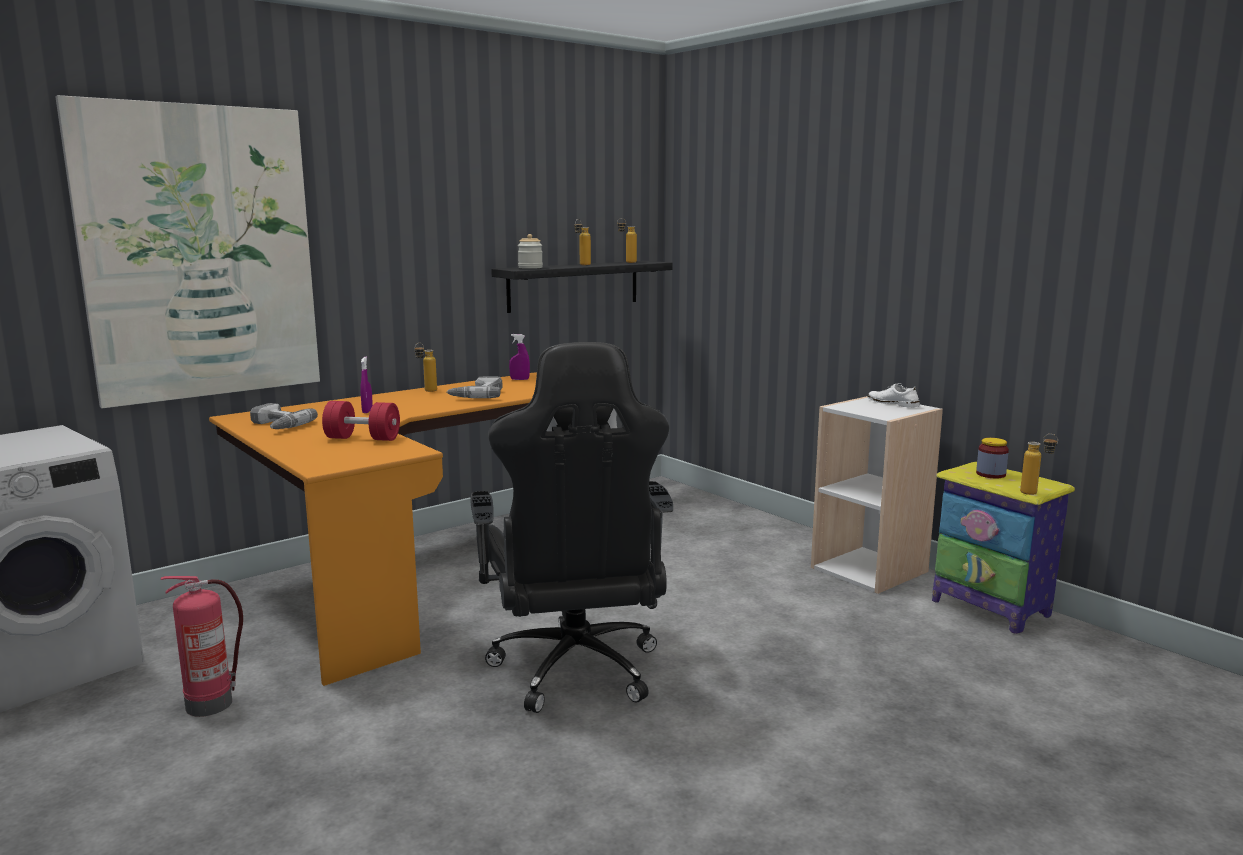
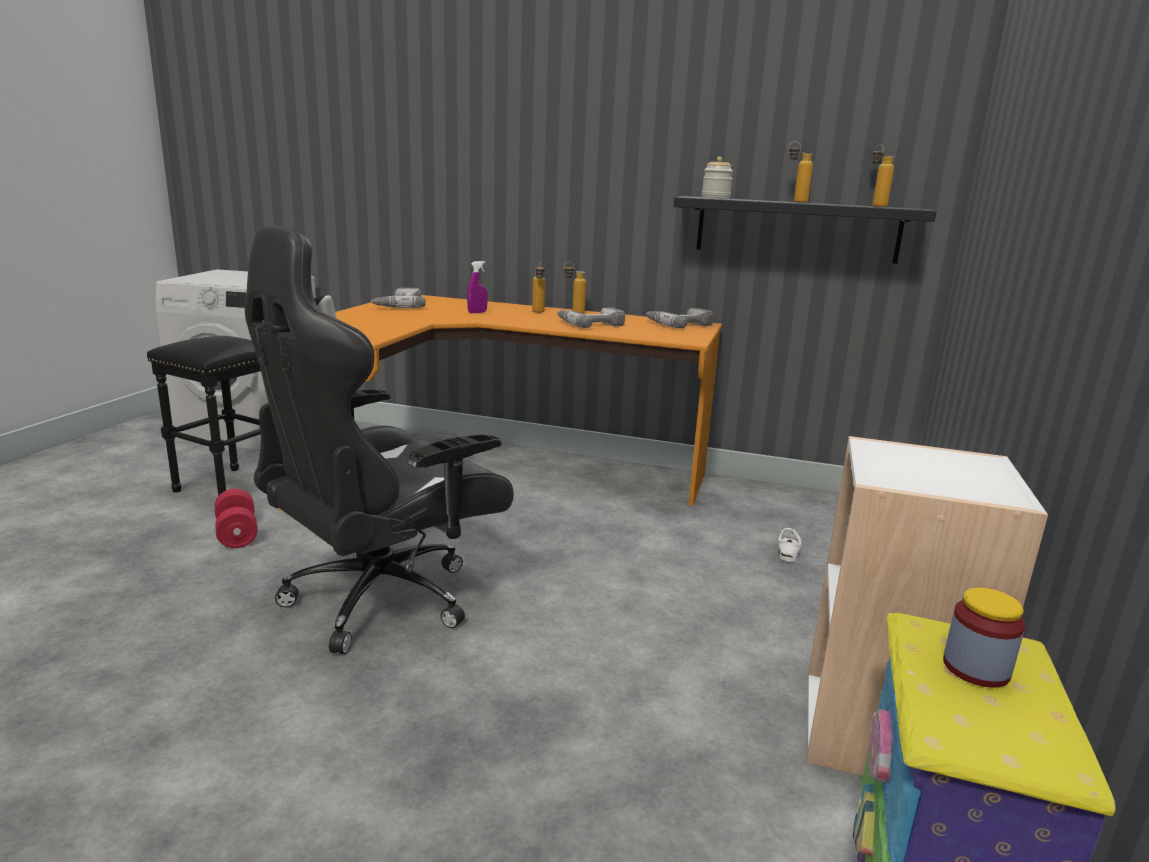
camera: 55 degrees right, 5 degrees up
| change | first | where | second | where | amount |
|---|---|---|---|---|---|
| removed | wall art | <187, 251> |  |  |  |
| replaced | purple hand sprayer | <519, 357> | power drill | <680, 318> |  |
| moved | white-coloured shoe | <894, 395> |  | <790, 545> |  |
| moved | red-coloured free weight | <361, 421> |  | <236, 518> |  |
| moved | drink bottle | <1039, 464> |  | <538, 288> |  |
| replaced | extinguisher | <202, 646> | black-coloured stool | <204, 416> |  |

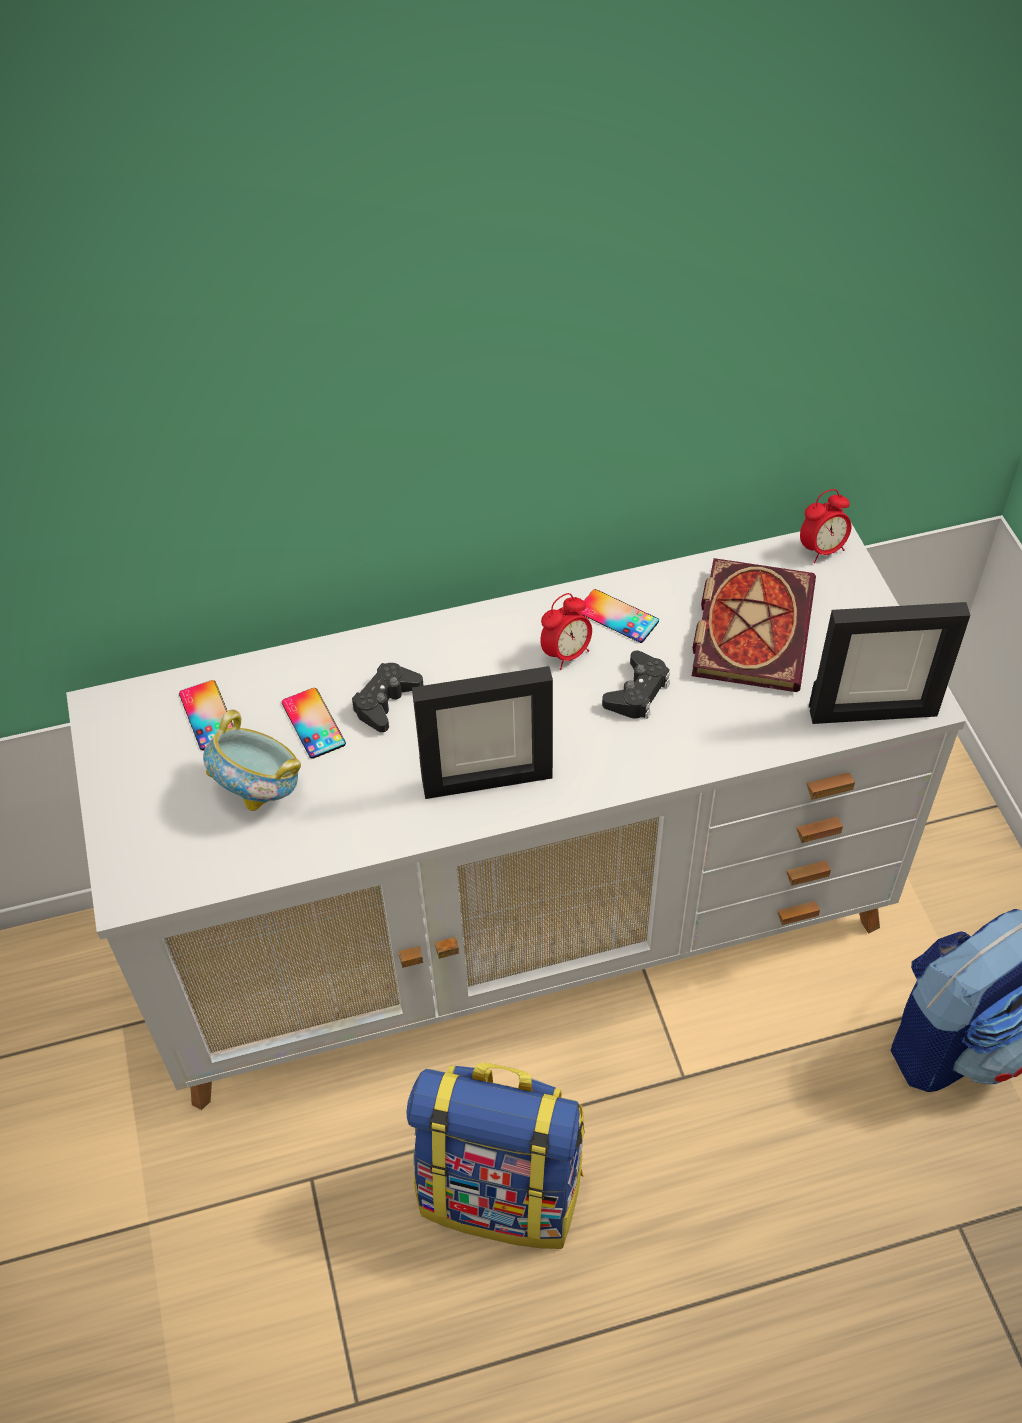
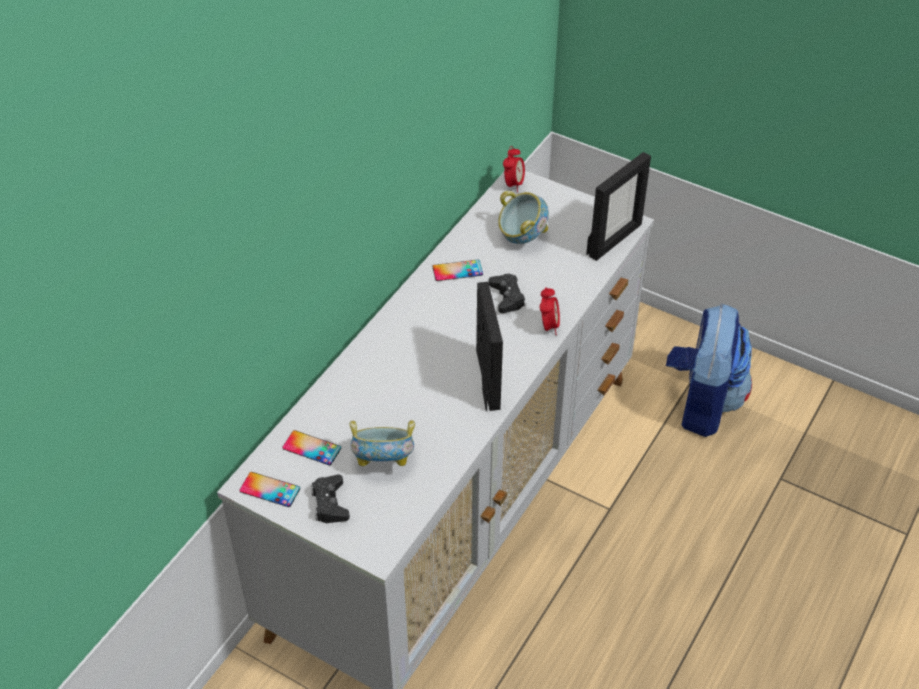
camera: 45 degrees left, 5 degrees down
| change | first | where | second | where | amount |
|---|---|---|---|---|---|
| replaced | bound book | <754, 625> | bowl | <523, 217> |  |
| moved | bedside clock | <566, 631> |  | <550, 311> |  |
| moved | black-coloured gamepad | <387, 697> |  | <330, 498> |  |
| turned | standing frame | <482, 732> |  | <489, 346> | 45 degrees counterclockwise |
| moved | phone | <314, 723> |  | <270, 489> |  |
| removed | rucksack | <495, 1156> |  |  |  |

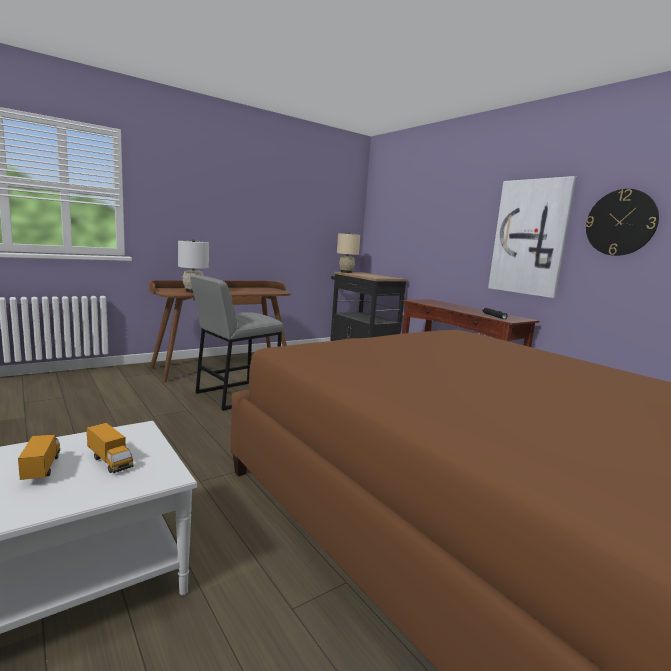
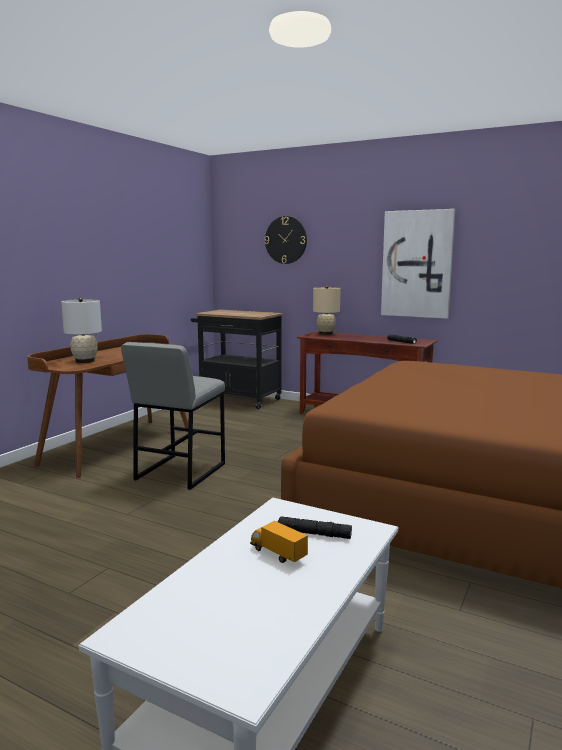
camera: 25 degrees left, 0 degrees up
| change | first | where | second | where | amount |
|---|---|---|---|---|---|
| moved | clock on the wall | <622, 222> |  | <286, 240> |  |
| moved | beige-coloured tabletop lamp | <348, 252> |  | <327, 310> |  |
| replaced | model truck | <109, 448> | black-coloured hand torch | <315, 527> |  |

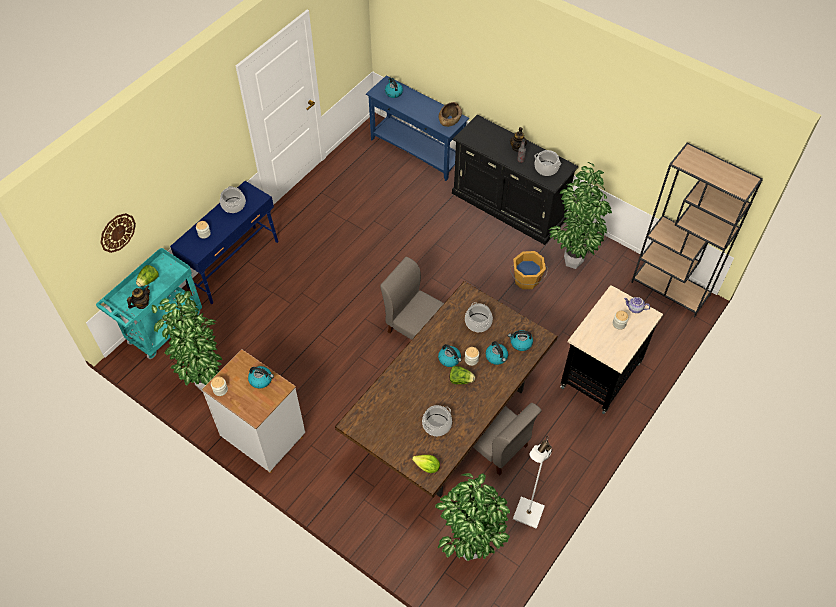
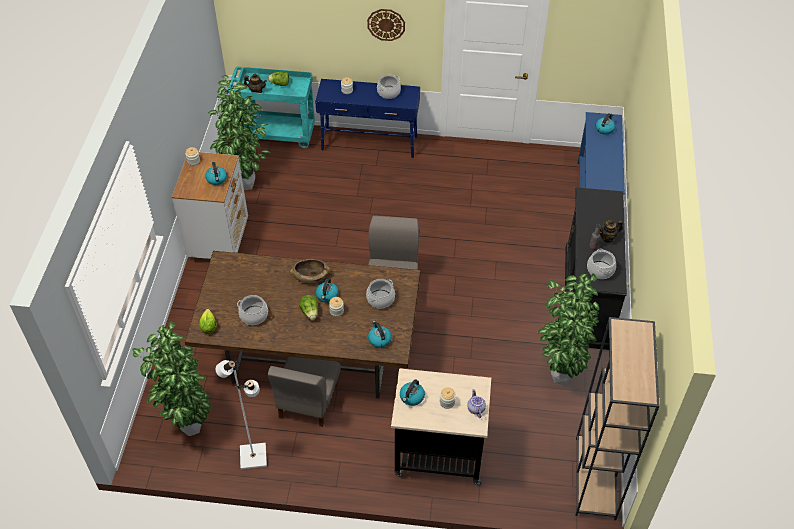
camera: 60 degrees right, 5 degrees down
| change | first | where | second | where | amount |
|---|---|---|---|---|---|
| moved | brownish bowl | <450, 114> |  | <310, 271> |  |
| moved | clock on the wall | <118, 233> |  | <386, 25> |  |
| removed | orangey water bucket | <529, 270> |  |  |  |
| moved | kettle | <496, 353> |  | <412, 392> |  |

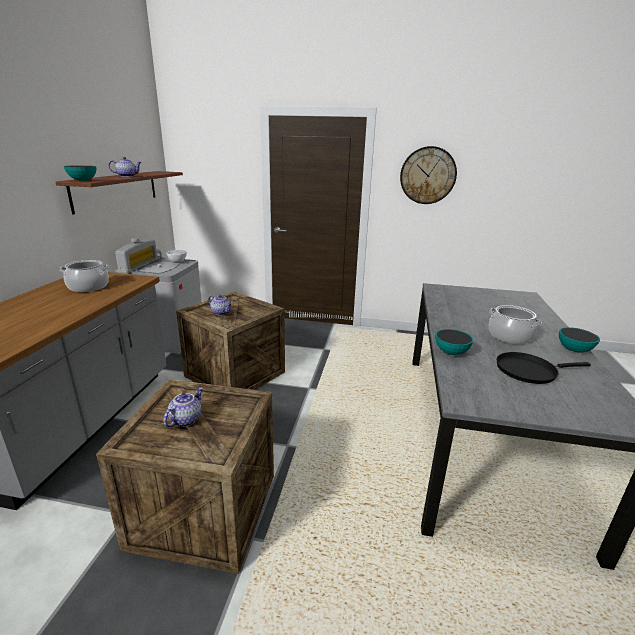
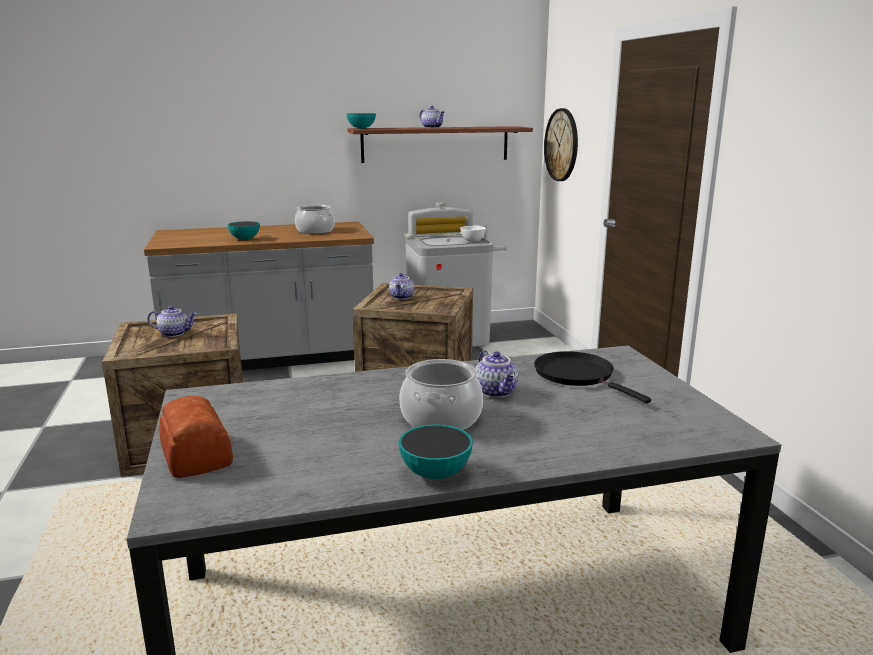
camera: 65 degrees right, 5 degrees down
| change | first | where | second | where | amount |
|---|---|---|---|---|---|
| moved | clock on the wall | <428, 175> |  | <561, 144> |  |
| moved | bowl | <454, 342> |  | <243, 230> |  |
| moved | black-coloured skillet | <543, 368> |  | <592, 377> |  |
| added |  |  | tea pot | <496, 374> |  |
| added |  |  | bread | <196, 437> |  |

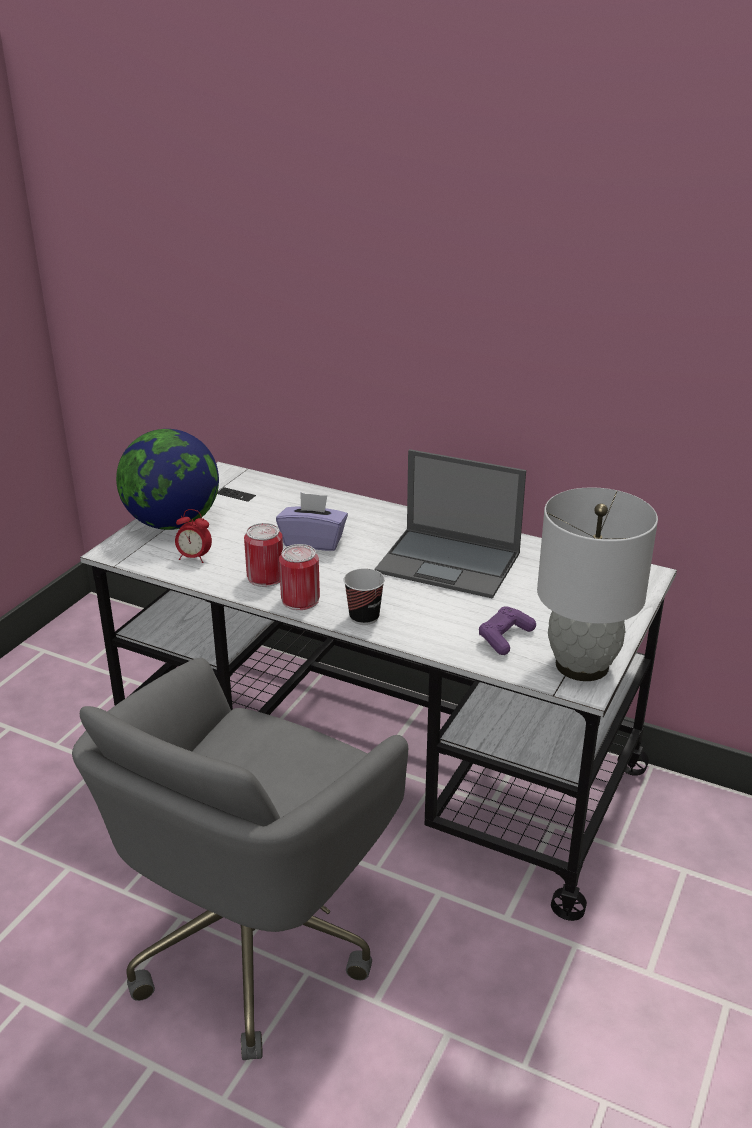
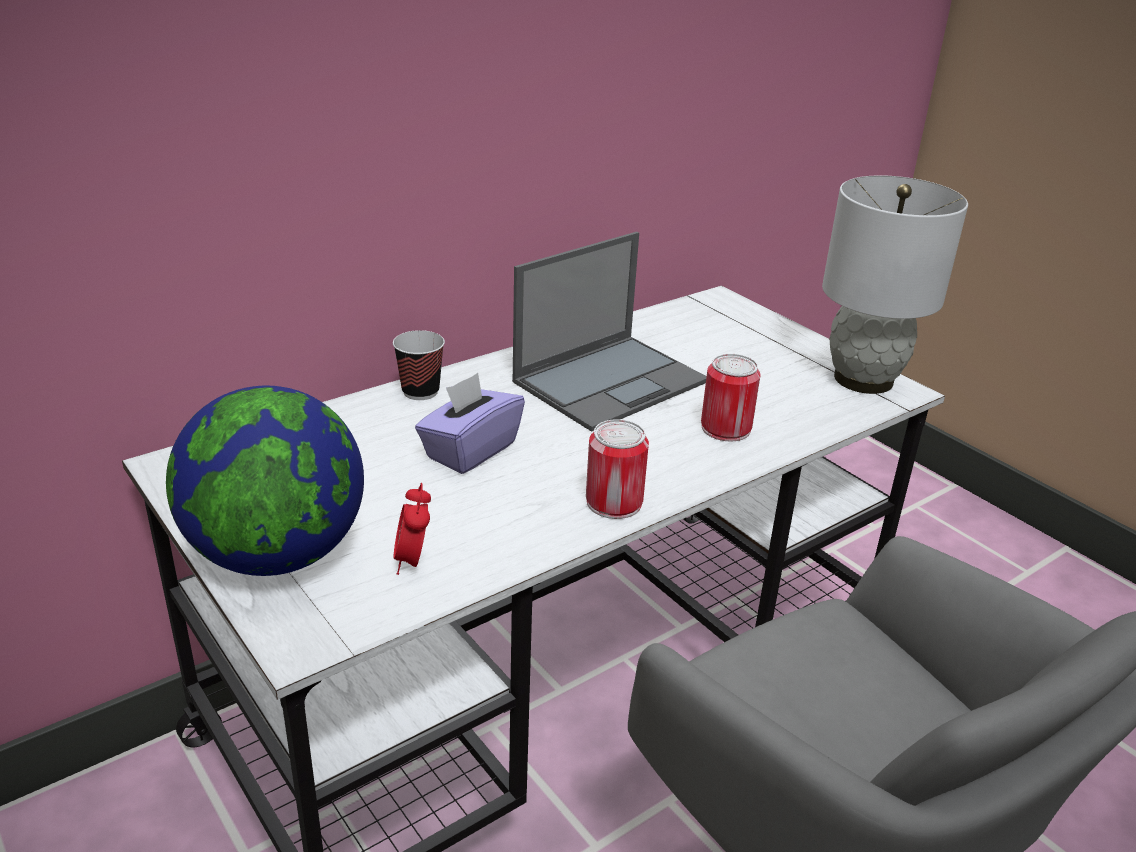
camera: 65 degrees left, 0 degrees up
| change | first | where | second | where | amount |
|---|---|---|---|---|---|
| turned | bedside clock | <193, 536> |  | <412, 529> | 135 degrees clockwise |
| moved | sealed can | <263, 555> |  | <730, 398> |  |
| moved | cup | <364, 596> |  | <419, 365> |  |
| removed | purple gamepad | <507, 630> |  |  |  |

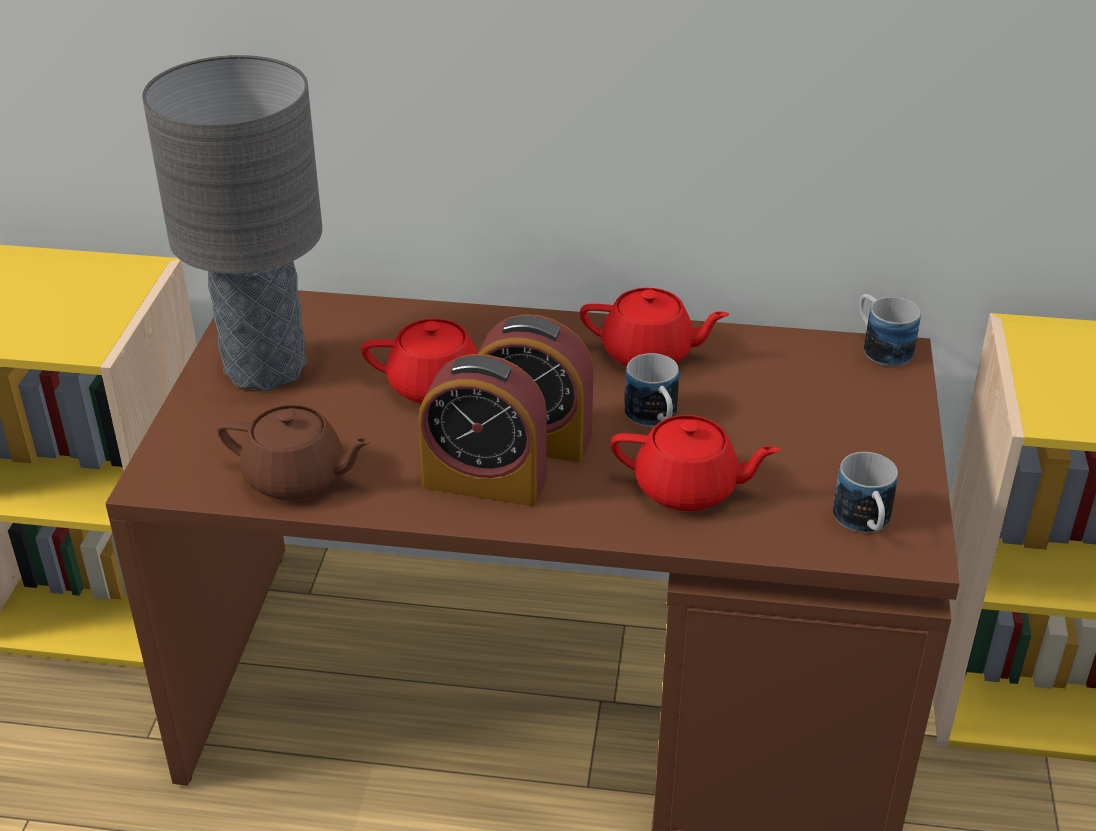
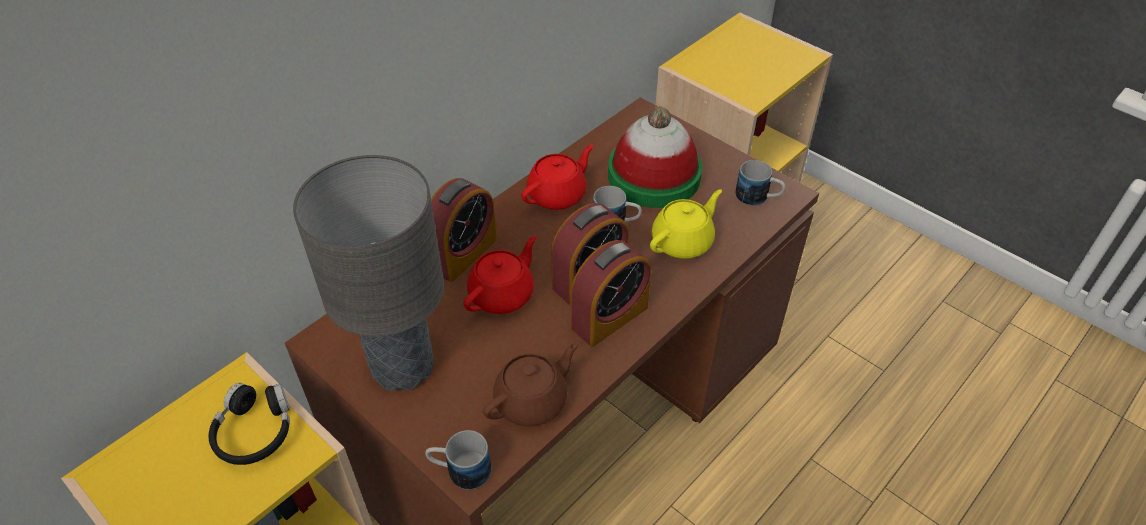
camera: 55 degrees left, 10 degrees up
| change | first | where | second | where | amount |
|---|---|---|---|---|---|
| moved | mug | <890, 330> |  | <458, 459> |  |
| recoloured | red-coloured tea pot | <695, 463> | yellow tea pot | <686, 224> |  |
| added |  |  | clothing hat | <655, 157> |  |
| added |  |  | bedside clock | <464, 230> |  |
| added |  |  | black-coloured pair of headphones | <249, 424> |  |

